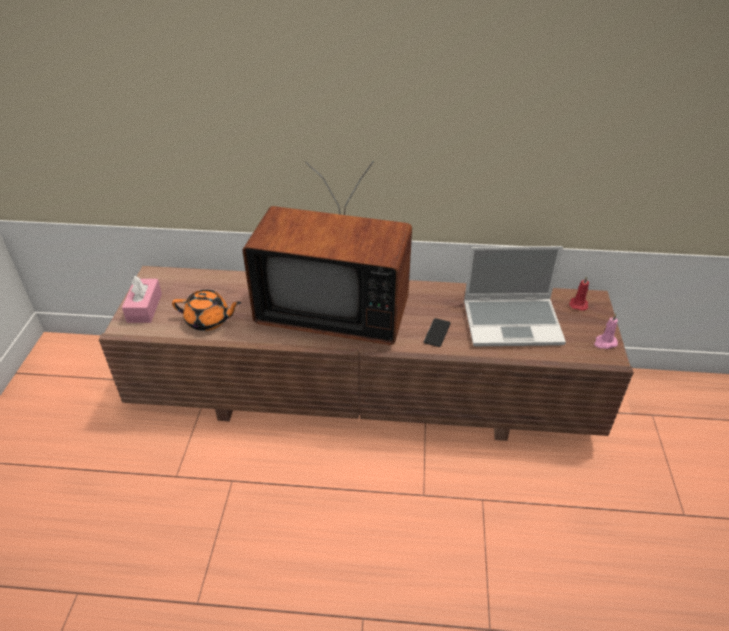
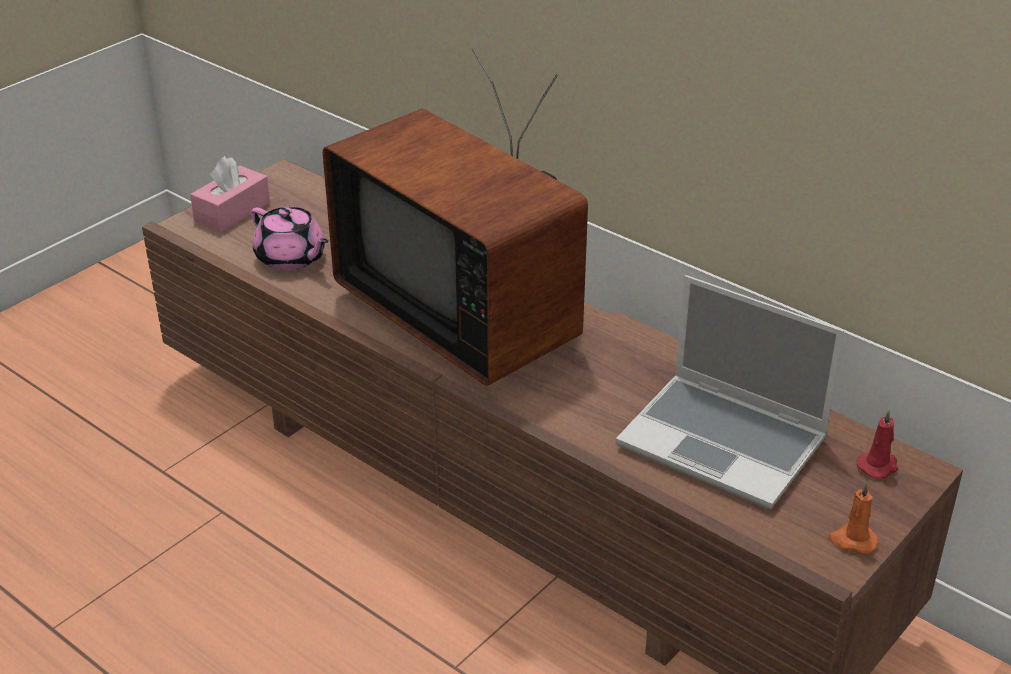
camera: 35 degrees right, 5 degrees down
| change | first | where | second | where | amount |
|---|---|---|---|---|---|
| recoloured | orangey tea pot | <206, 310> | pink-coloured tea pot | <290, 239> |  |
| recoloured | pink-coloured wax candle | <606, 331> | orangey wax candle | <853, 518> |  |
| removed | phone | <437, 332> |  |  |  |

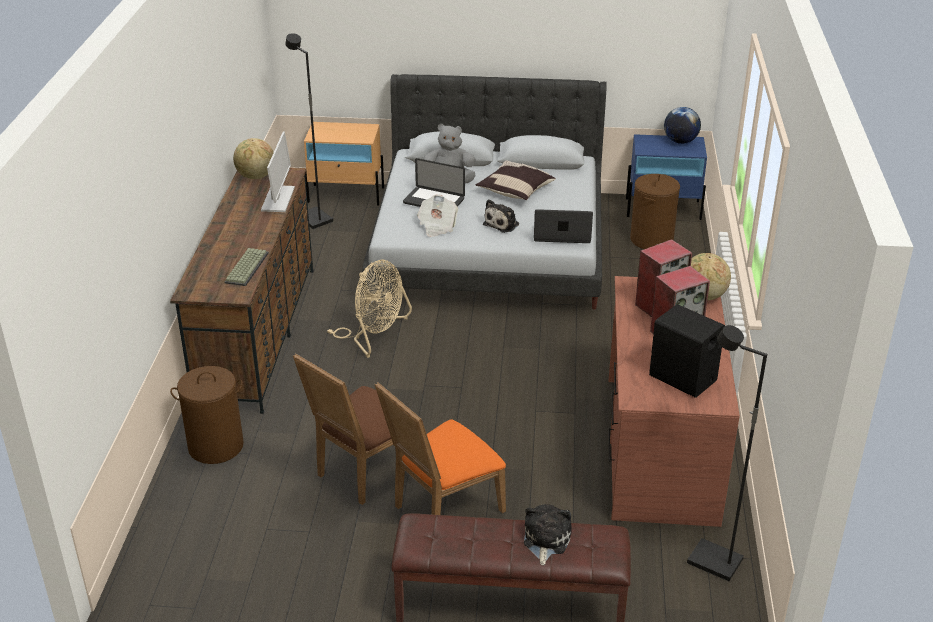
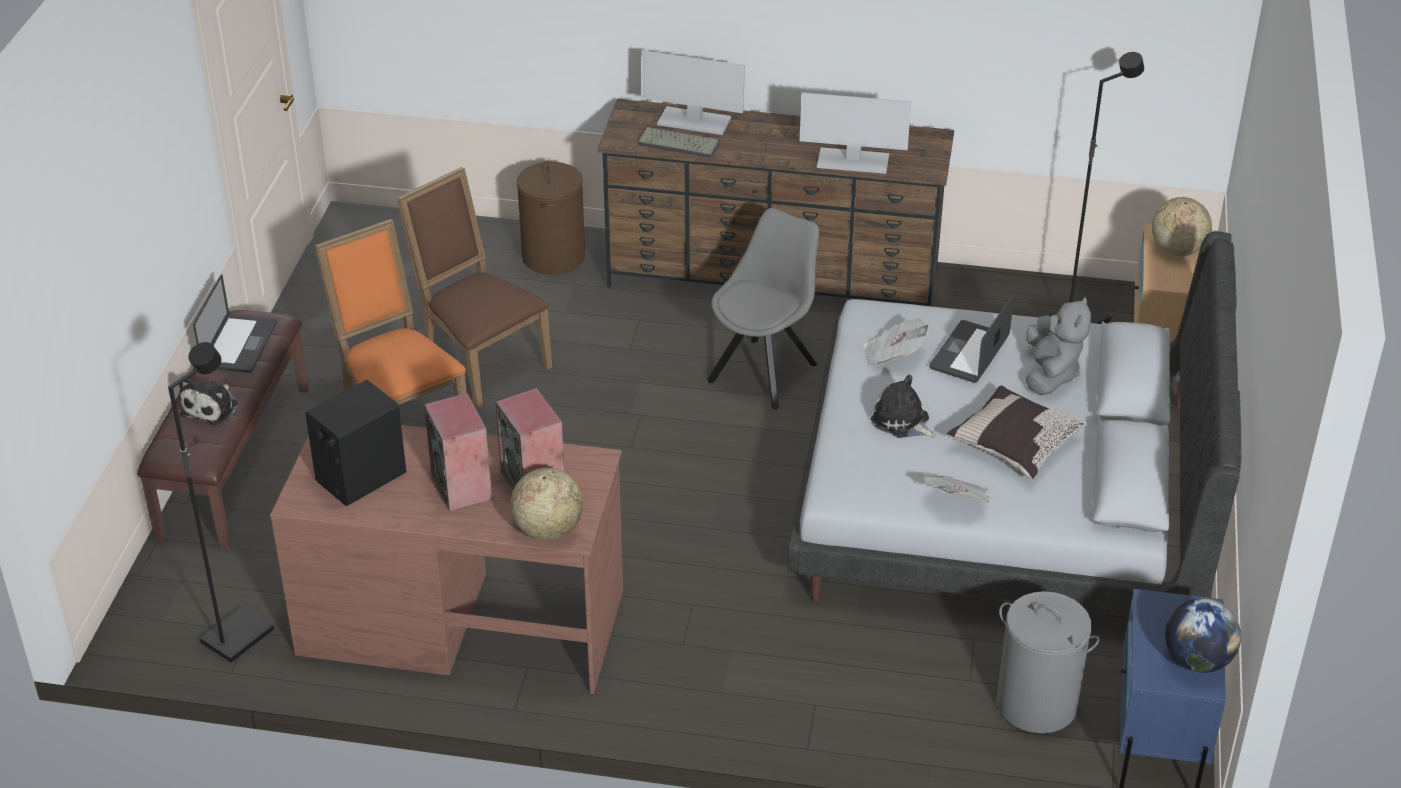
camera: 95 degrees right, 5 degrees up
| change | first | where | second | where | amount |
|---|---|---|---|---|---|
| moved | globe | <253, 158> |  | <1182, 226> |  |
| recoloured | brownish washing basket | <655, 211> | gray washing basket | <1048, 662> |  |
| moved | laptop | <563, 226> |  | <235, 324> |  |
| replaced | beige-coloured fan | <369, 309> | gray upright chair | <763, 308> |  |
| turned | plush toy | <548, 535> |  | <208, 401> | 90 degrees clockwise |
| added |  |  | computer screen | <693, 92> |  |
| added |  |  | daily paper | <957, 488> |  |

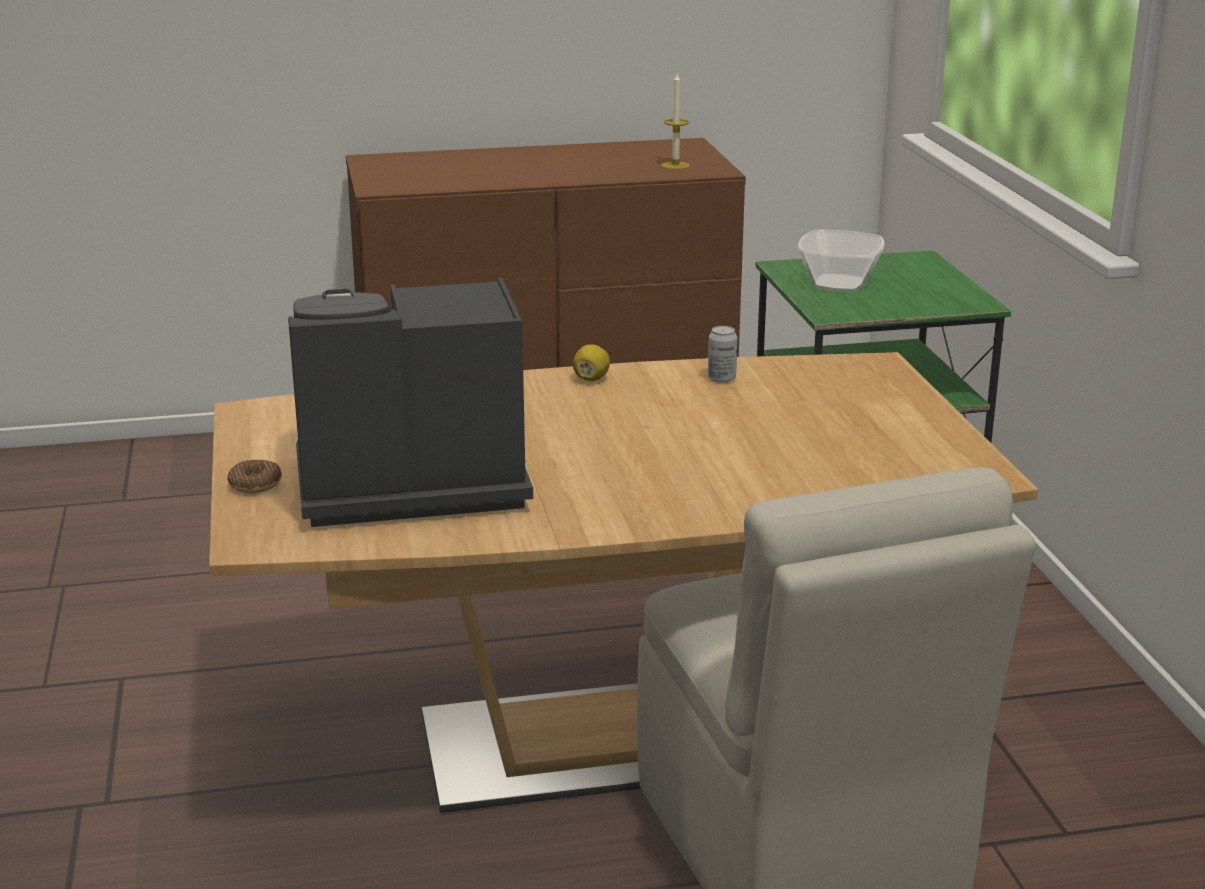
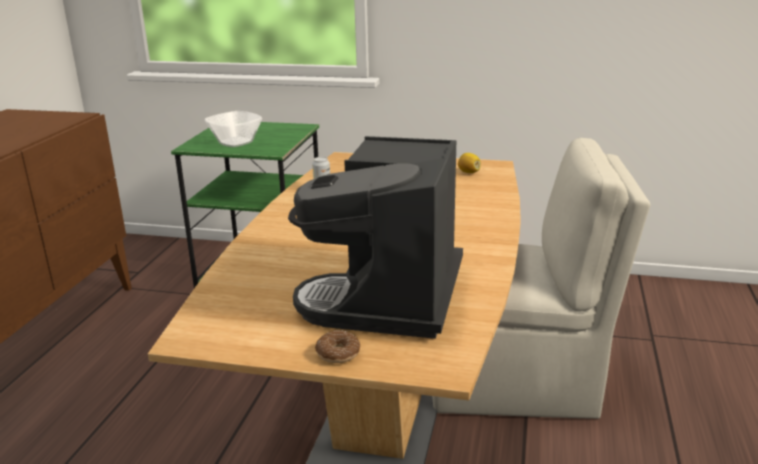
camera: 65 degrees left, 0 degrees up
| change | first | where | second | where | amount |
|---|---|---|---|---|---|
| removed | wax candle | <675, 121> |  |  |  |
| moved | lemon | <591, 363> |  | <469, 163> |  |

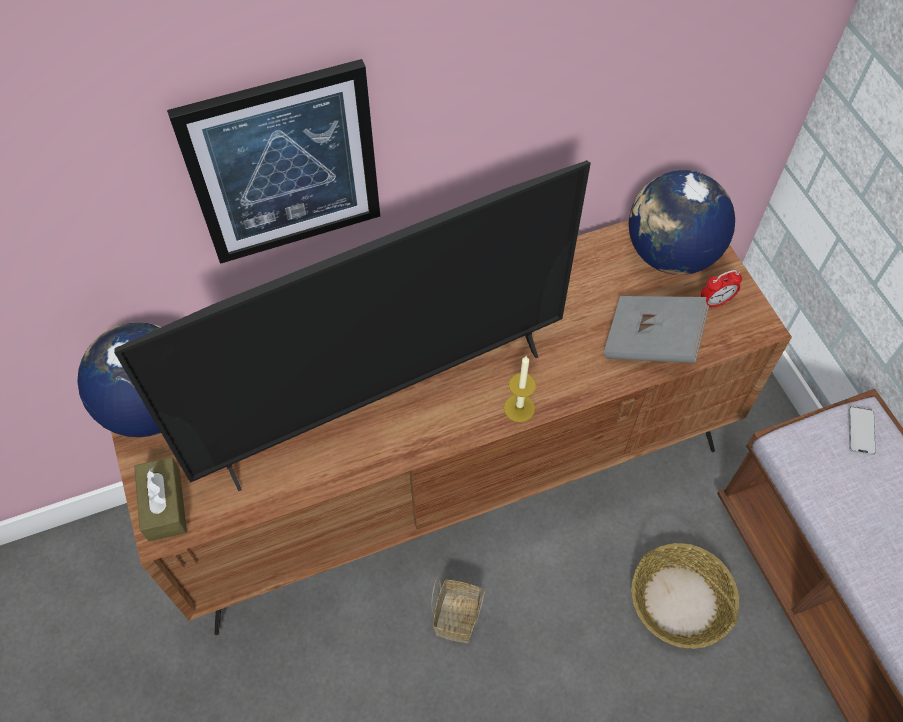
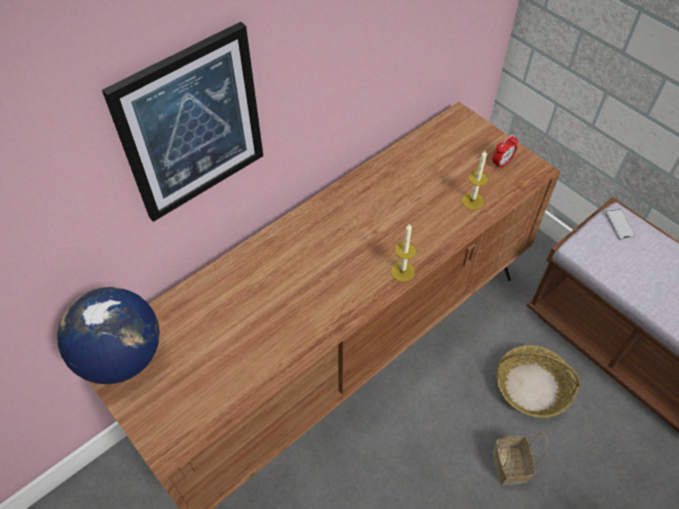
camera: 20 degrees left, 5 degrees down
| change | first | where | second | where | amount |
|---|---|---|---|---|---|
| removed | TV | <352, 325> |  |  |  |
| removed | globe | <682, 222> |  |  |  |
| replaced | gray bound book | <656, 329> | wax candle | <475, 180> |  |
| removed | brownish tissue box | <160, 499> |  |  |  |
| moved | basket | <458, 610> |  | <520, 459> |  |

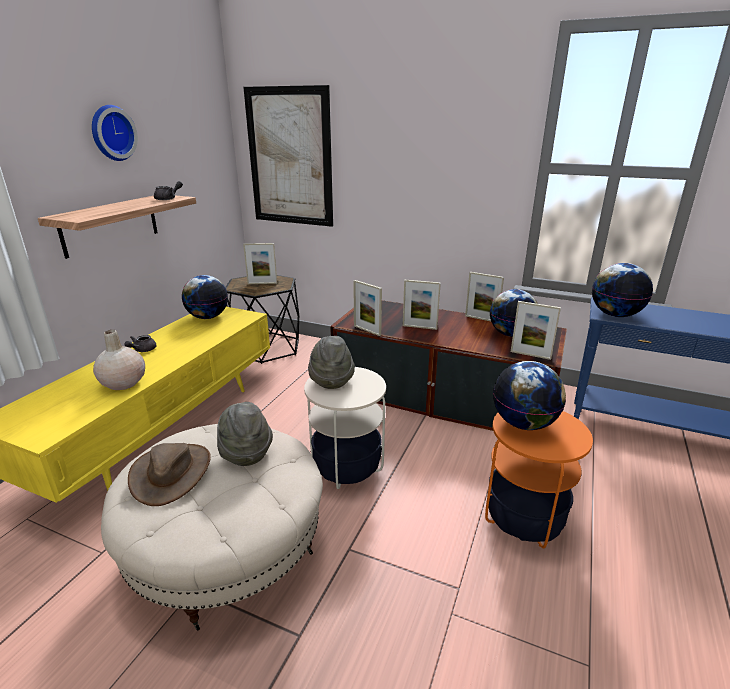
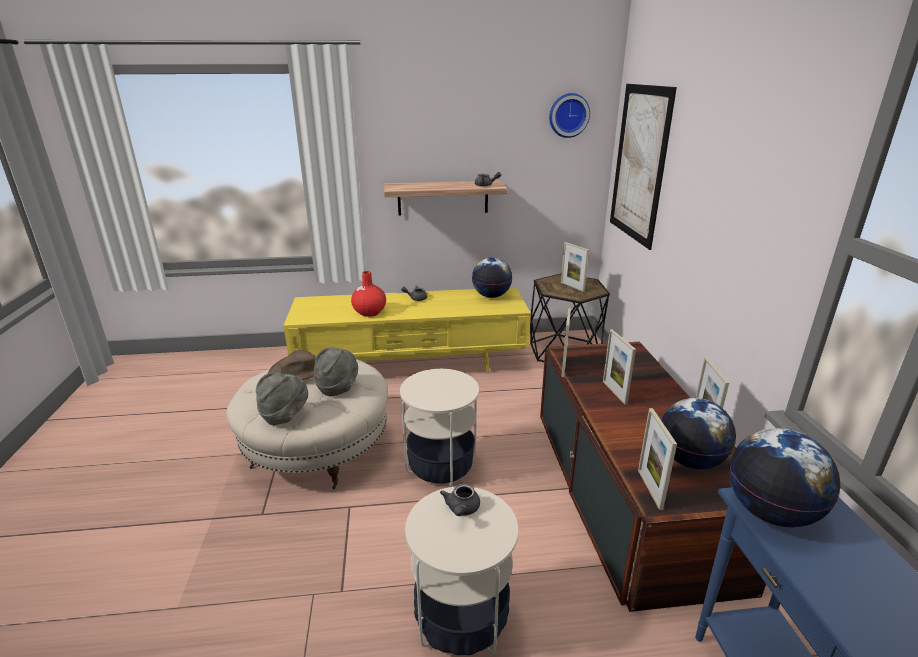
camera: 60 degrees right, 0 degrees up
| change | first | where | second | where | amount |
|---|---|---|---|---|---|
| moved | clock on the wall | <115, 133> |  | <569, 115> |  |
| recoloured | beige-coloured vase | <119, 360> | red-coloured vase | <368, 294> |  |
| moved | gray clothing hat | <331, 362> |  | <282, 398> |  |
| replaced | globe | <529, 395> | gray tea pot | <460, 500> |  |
| recoloured | orangey end table | <539, 479> | beige-coloured end table | <461, 571> |  |

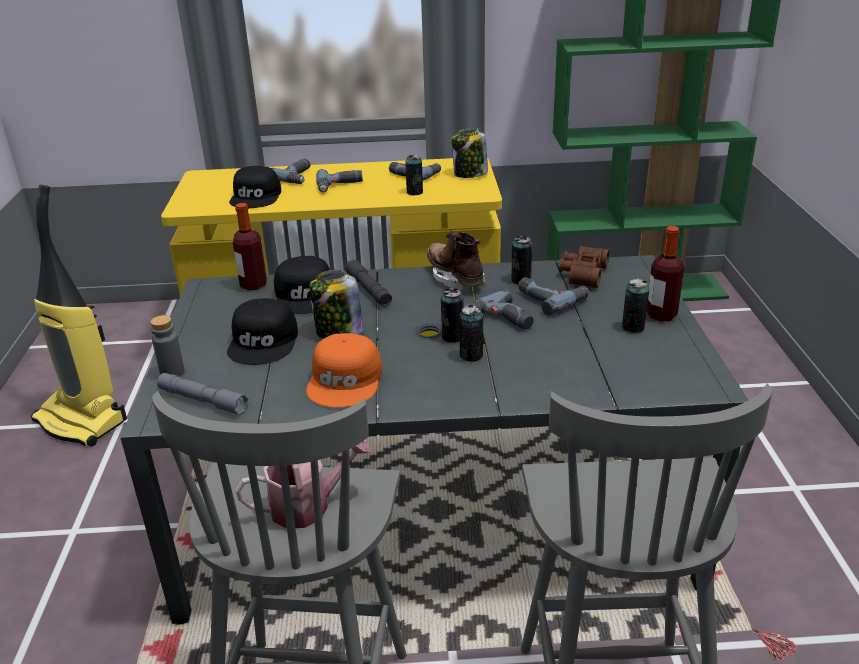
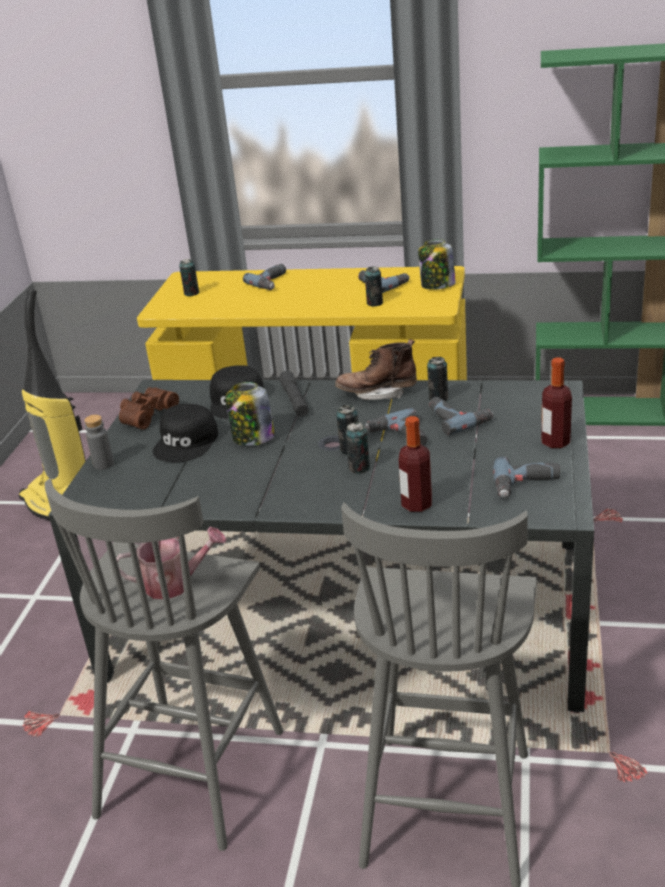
camera: 15 degrees right, 0 degrees up
| change | first | where | second | where | amount |
|---|---|---|---|---|---|
| removed | black-coloured baseball cap | <255, 187> |  |  |  |
| moved | power drill | <339, 180> |  | <526, 477> |  |
| moved | drink bottle | <250, 247> |  | <415, 464> |  |
| turned | brownish high-top boot | <456, 260> |  | <376, 369> | 75 degrees counterclockwise |
| moved | brownish binoculars | <584, 267> |  | <149, 408> |  |
| moved | sealed can | <635, 306> |  | <189, 277> |  |
| removed | orangey baseball cap | <344, 370> |  |  |  |
| removed | gray hand torch | <203, 394> |  |  |  |

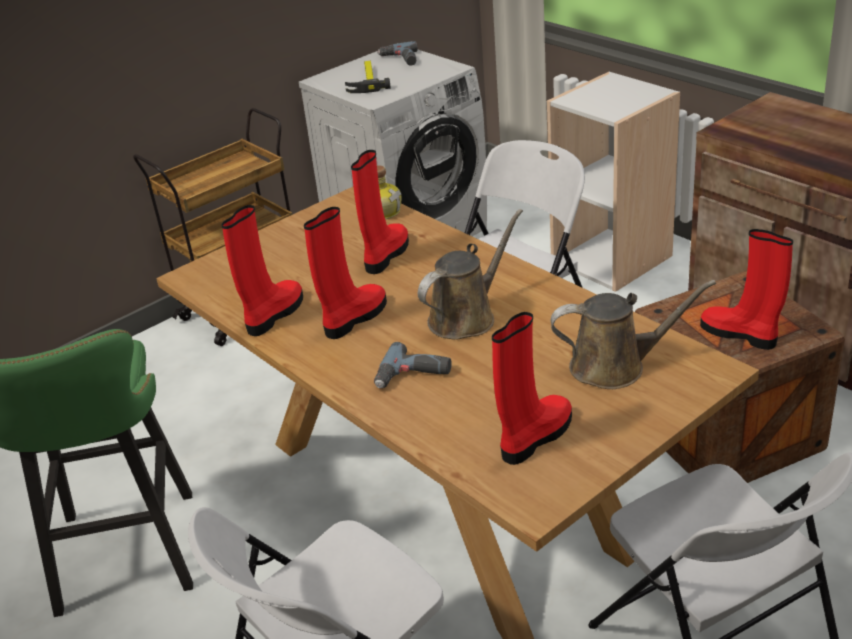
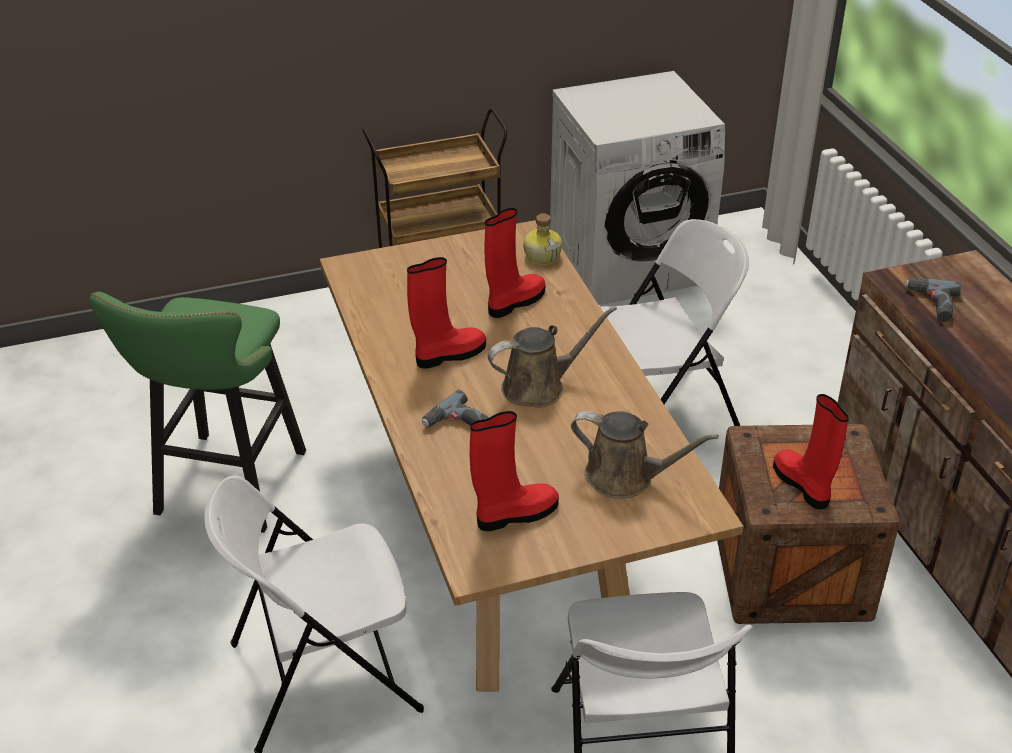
camera: 20 degrees right, 5 degrees up
| change | first | where | second | where | amount |
|---|---|---|---|---|---|
| moved | power drill | <397, 53> |  | <932, 300> |  |
| removed | hand hammer | <368, 77> |  |  |  |
| removed | bookshelf | <613, 182> |  |  |  |
| removed | red-coloured high-top boot | <262, 270> |  |  |  |

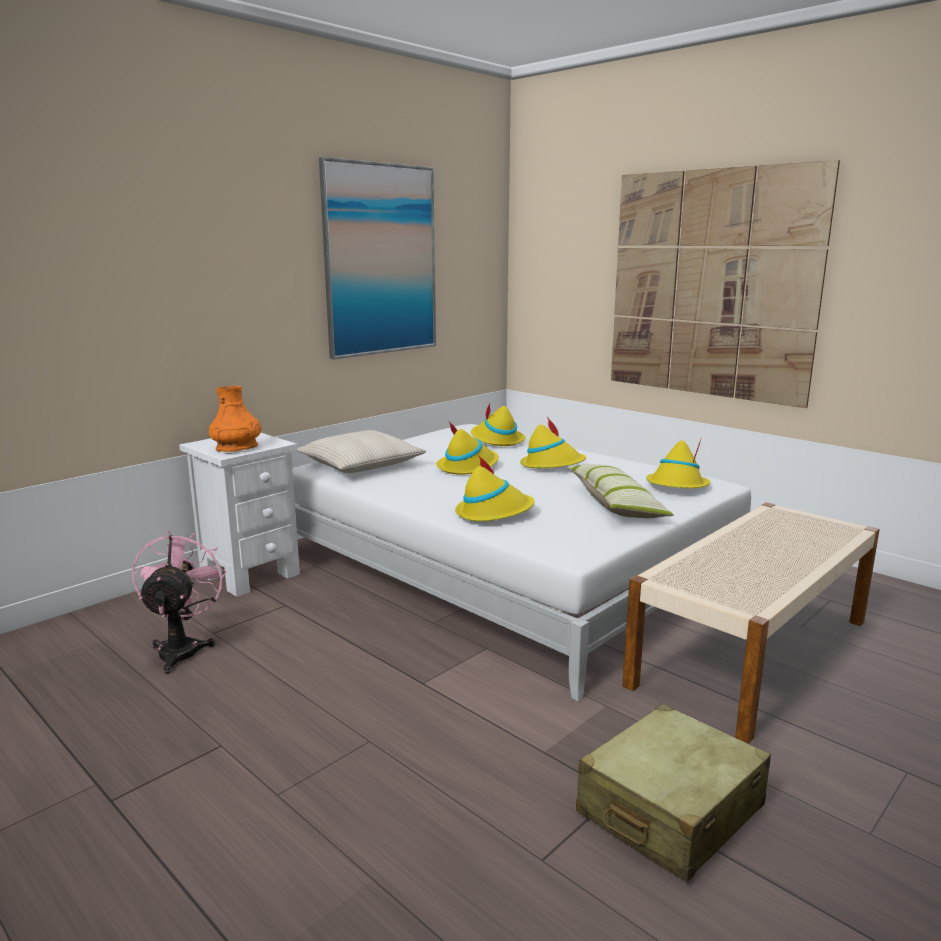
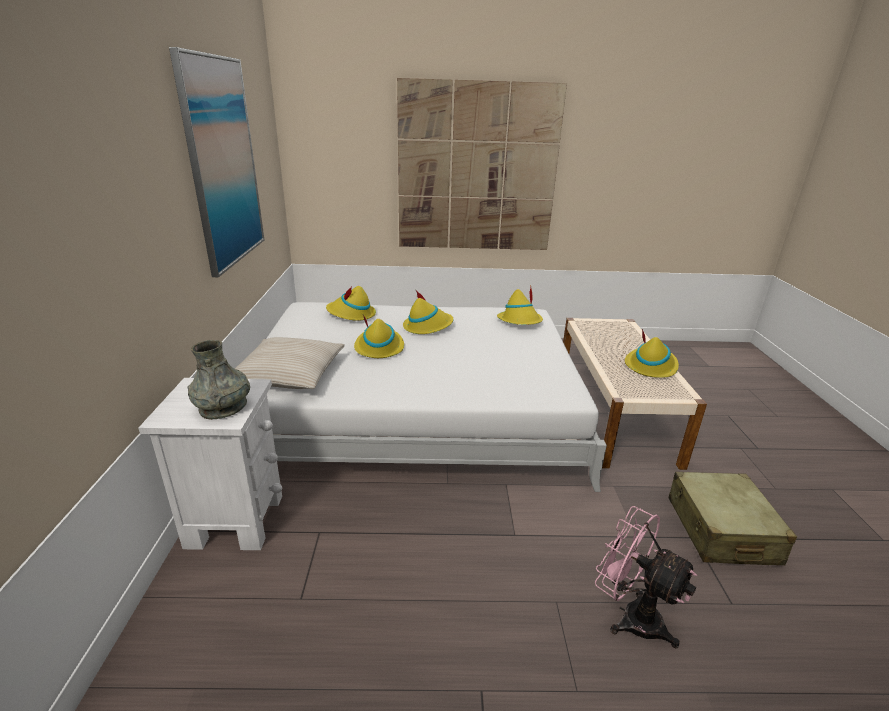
camera: 45 degrees left, 10 degrees up
| change | first | where | second | where | amount |
|---|---|---|---|---|---|
| recoloured | orangey vase | <235, 419> | gray vase | <219, 380> |  |
| moved | yellow clothing hat | <494, 488> |  | <652, 353> |  |
| removed | cushion | <620, 491> |  |  |  |
| moved | pink-coloured fan | <179, 602> |  | <646, 577> |  |

